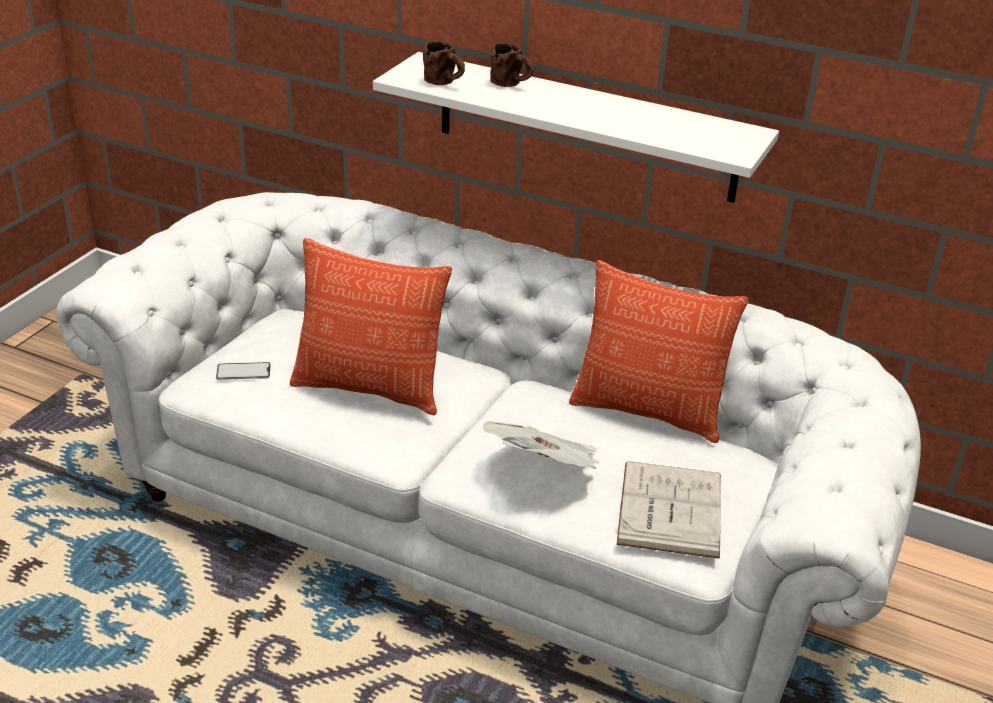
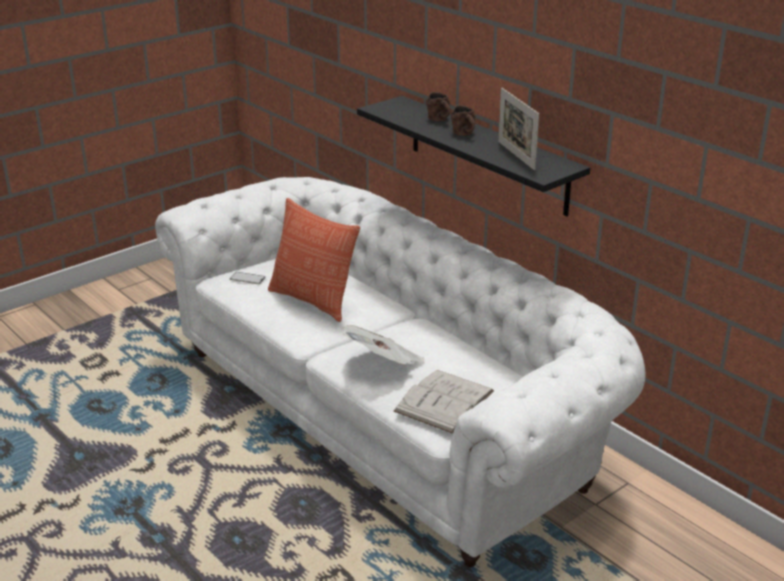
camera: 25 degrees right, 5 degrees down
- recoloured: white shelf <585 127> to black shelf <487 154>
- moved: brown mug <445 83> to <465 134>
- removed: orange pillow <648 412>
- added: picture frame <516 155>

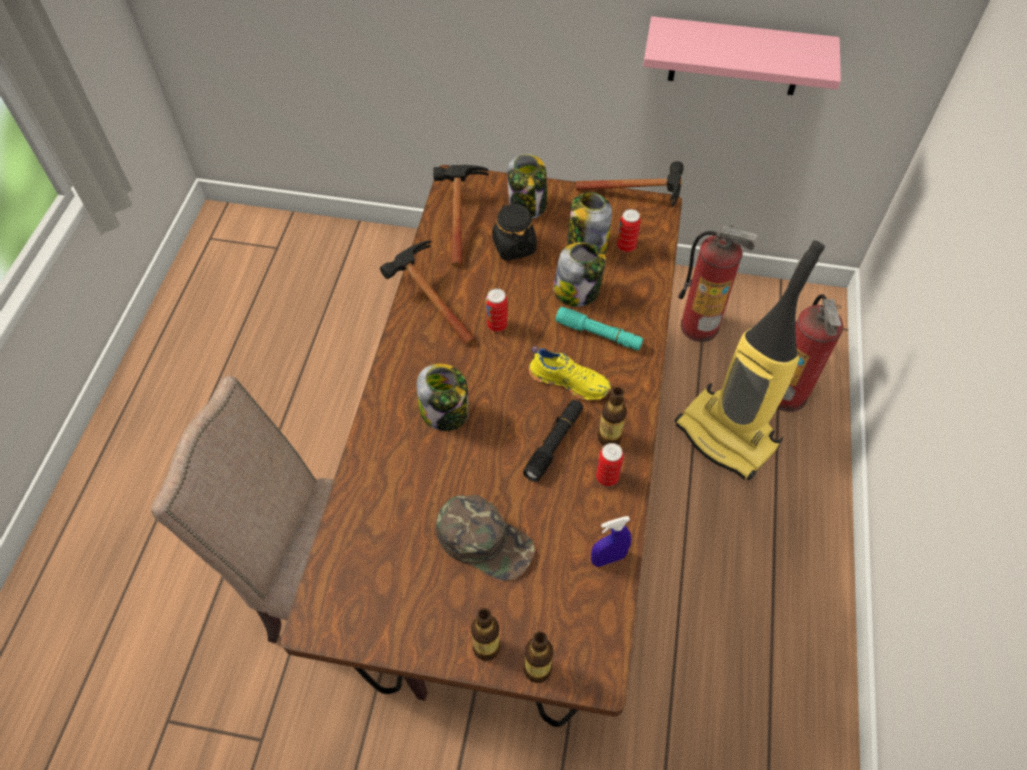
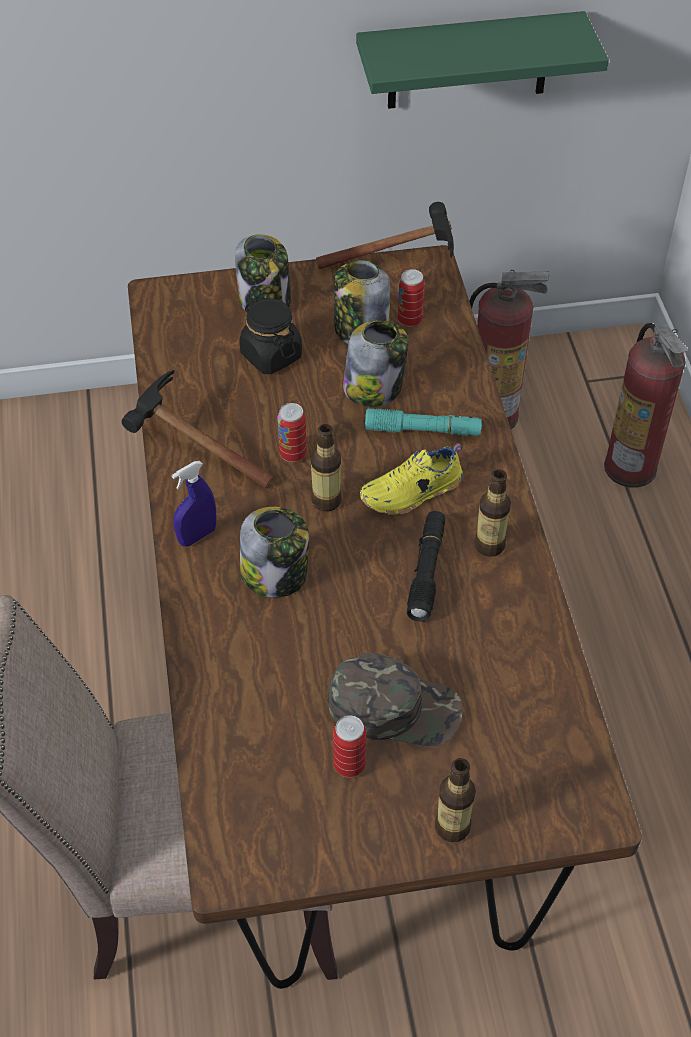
camera: 20 degrees left, 5 degrees down
- removed: hammer <458 216>
- moved: bottle <537 669> to <326 500>
- turned: yellow shoe <569 380> = <412 494> 150 degrees clockwise
- moved: blue spray bottle <608 558> to <197 536>
- moved: can <607 477> to <349 765>
- recoloured: pink shelf <737 57> to green shelf <468 61>
- removed: vacuum cleaner <728 436>

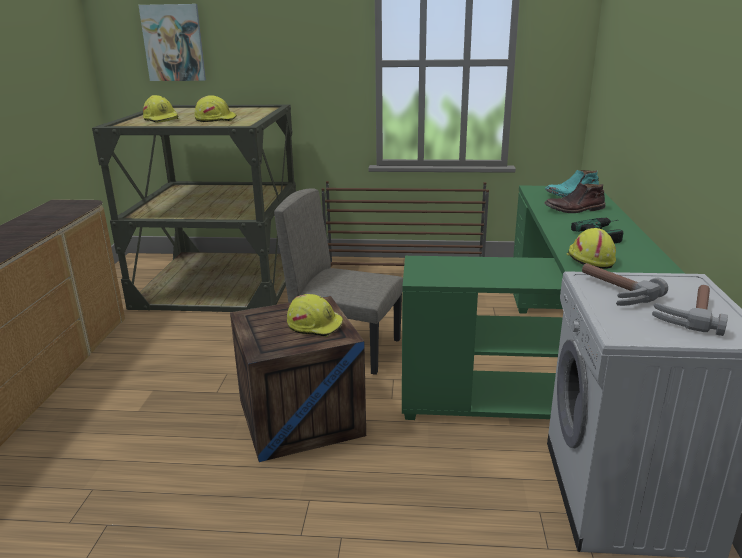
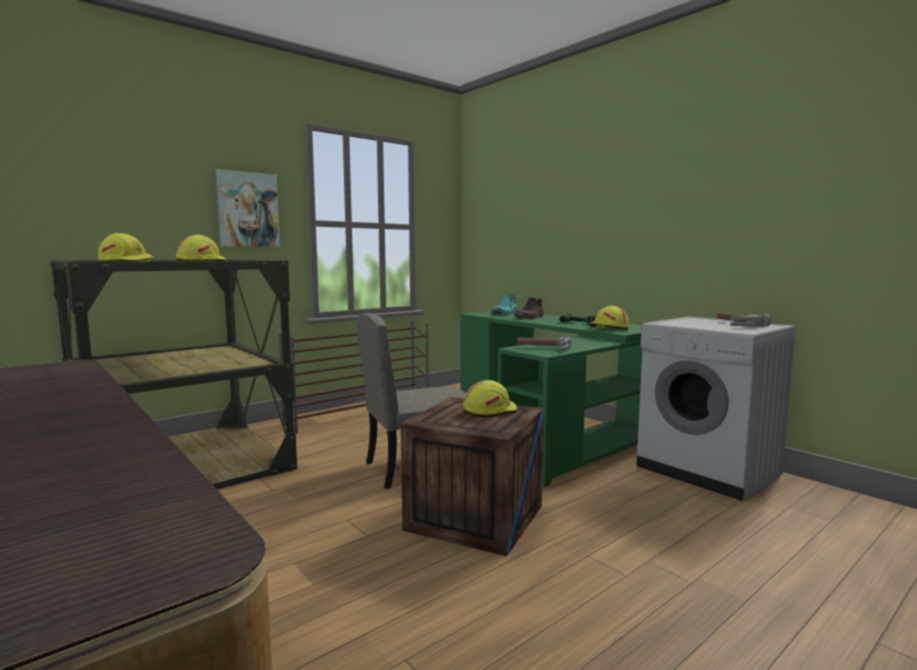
camera: 45 degrees left, 15 degrees down
- moved: picture <173 43> to <247 209>
- moved: hammer <611 291> to <543 349>

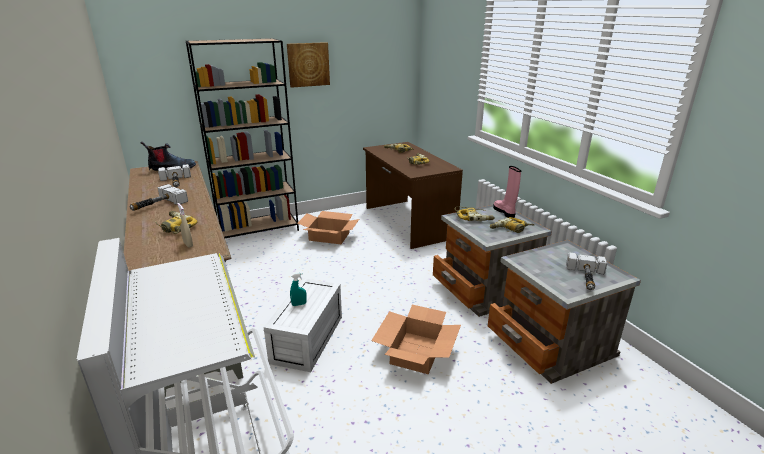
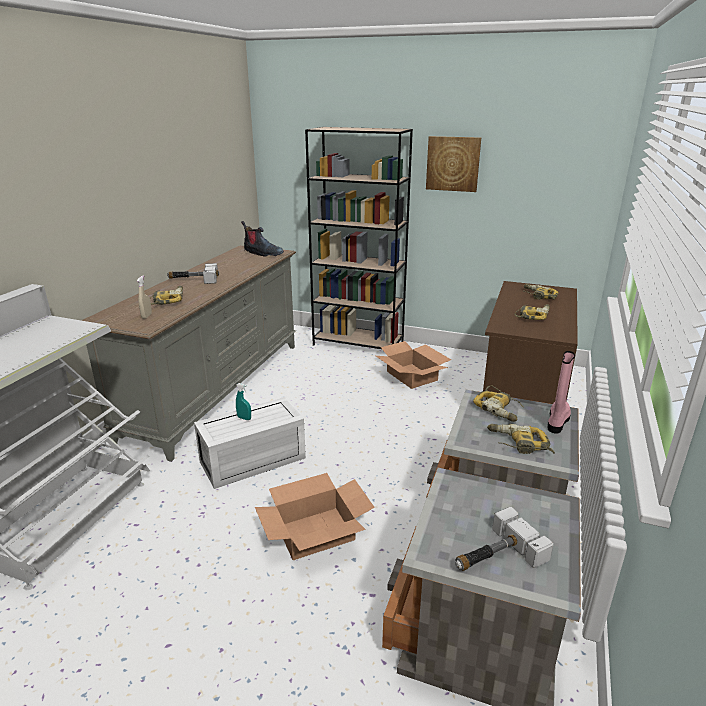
camera: 45 degrees right, 0 degrees up
- removed: hammer <176 182>

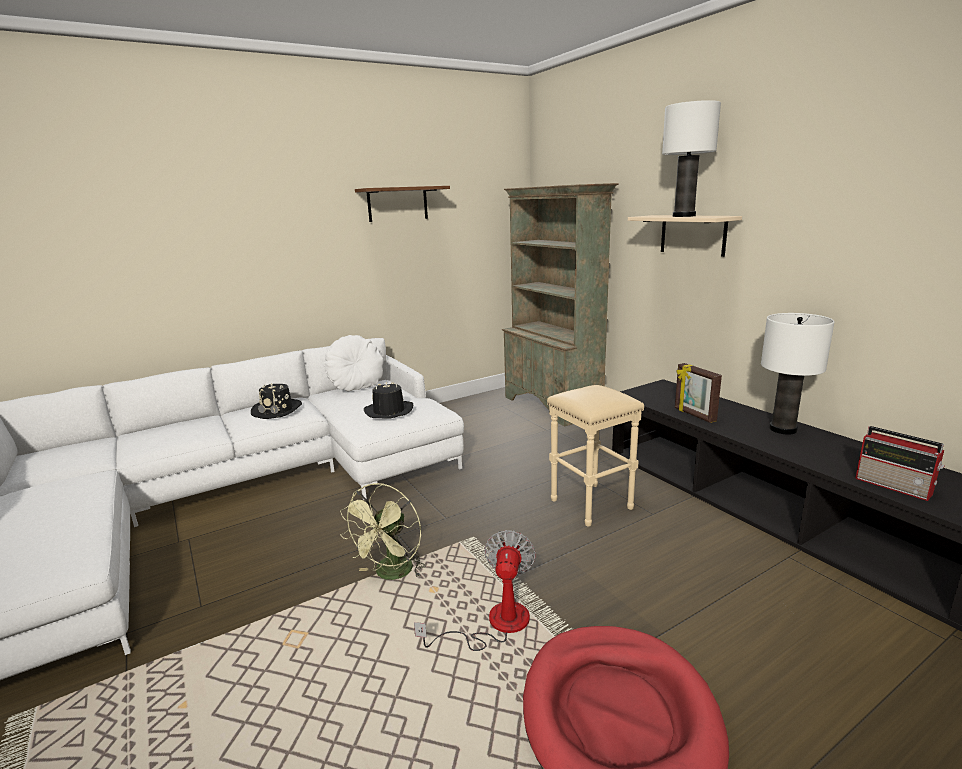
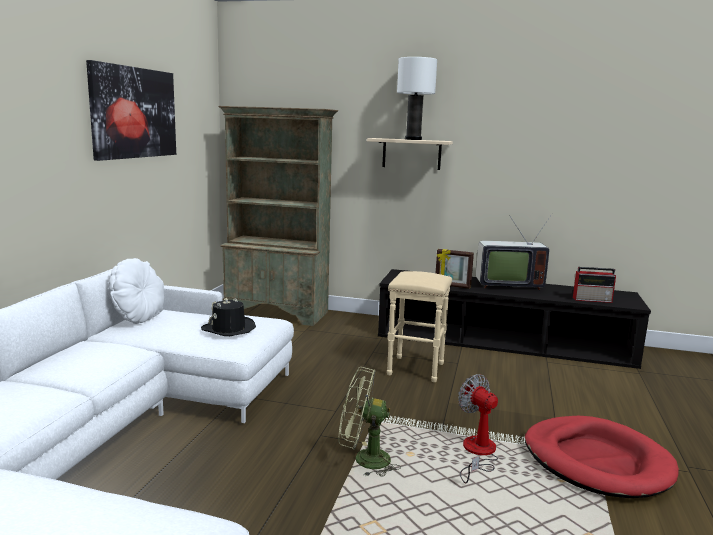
camera: 45 degrees left, 5 degrees down
- removed: black hat <277 410>
- turned: green fan <391 574> = <364 460> 120 degrees clockwise
- replaced: brown shelf <397 204> to picture <134 113>
- replaced: white table lamp <783 429> to television <507 284>

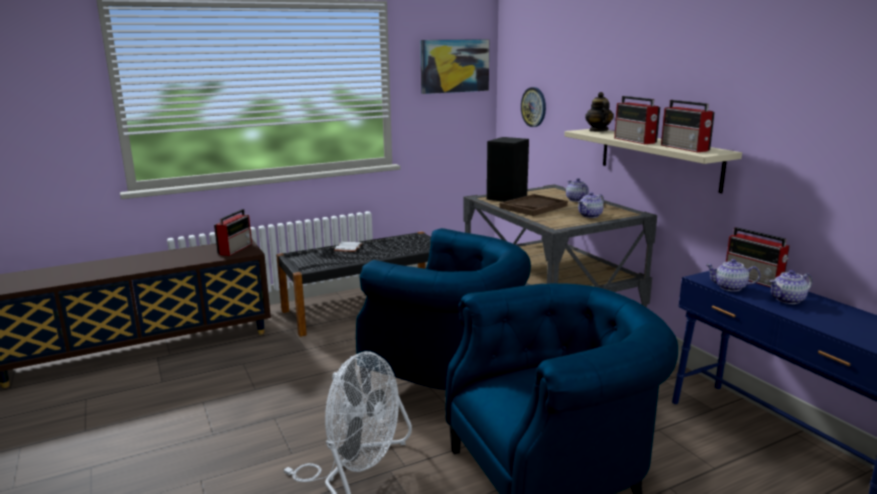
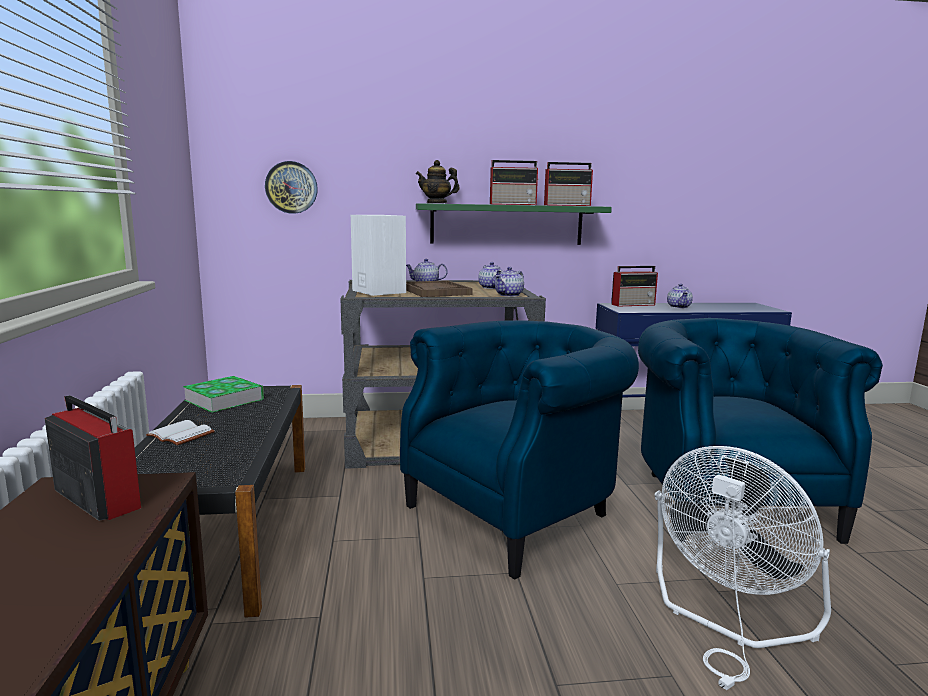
camera: 70 degrees left, 5 degrees down
- removed: picture <454 66>
- recoloured: black speaker <507 197> to white speaker <378 291>
- recoloured: beige shelf <658 158> to green shelf <507 224>
- moved: teapot <729 287> to <509 295>
- added: book <224 400>

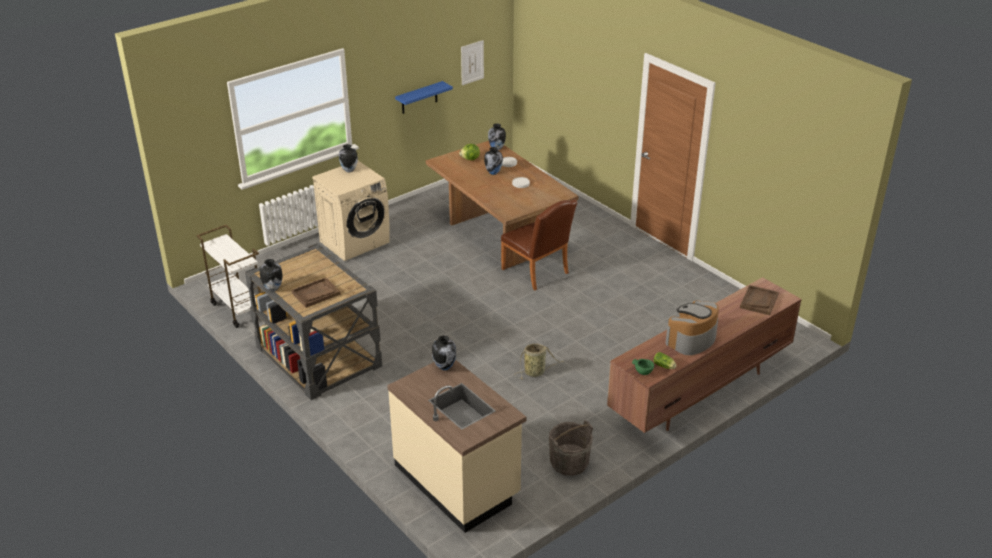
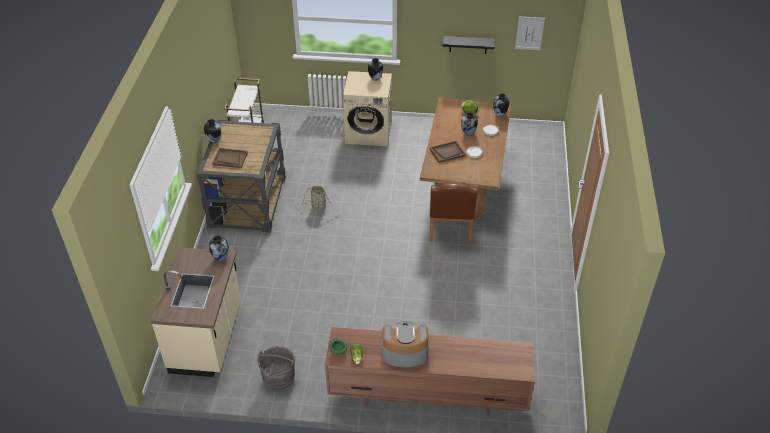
camera: 45 degrees right, 10 degrees up
- recoloured: blue shelf <419 98> to black shelf <468 45>
- moved: basket <536 372> to <319 207>
- moved: brown tray <759 301> to <447 152>

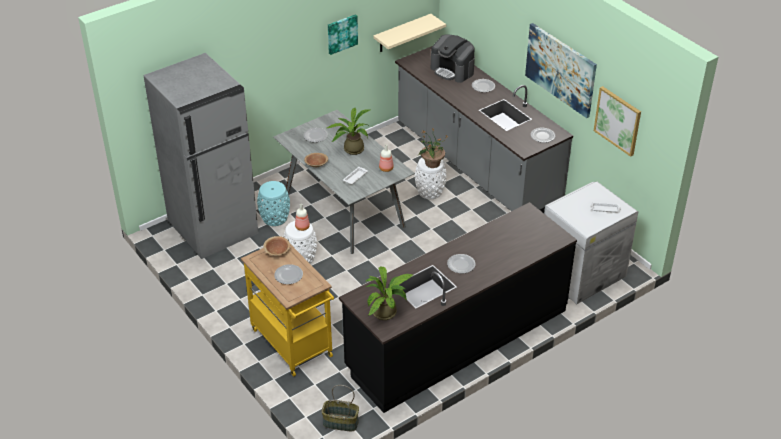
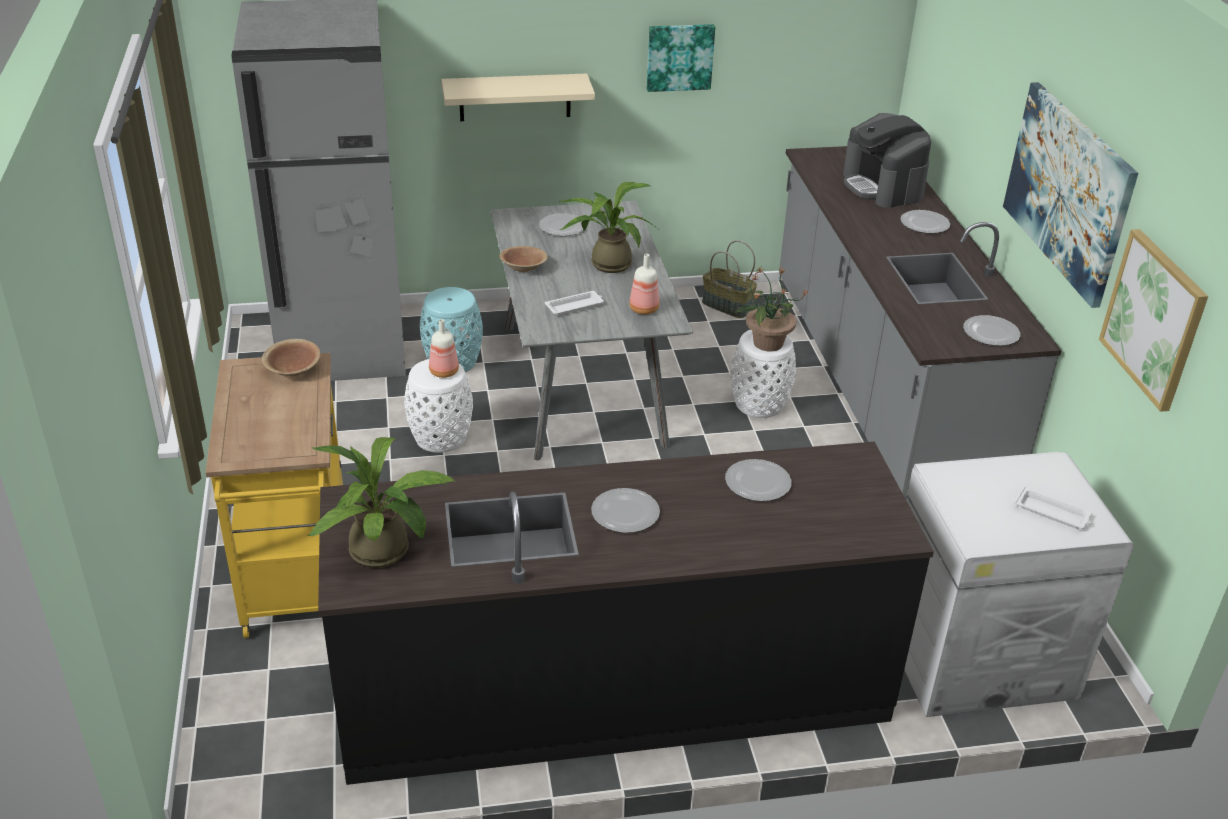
camera: 25 degrees right, 5 degrees down
- moved: plate <288 275> to <757 483>
- moved: basket <340 423> to <726 306>
- moved: beige shelf <402 33> to <515 97>

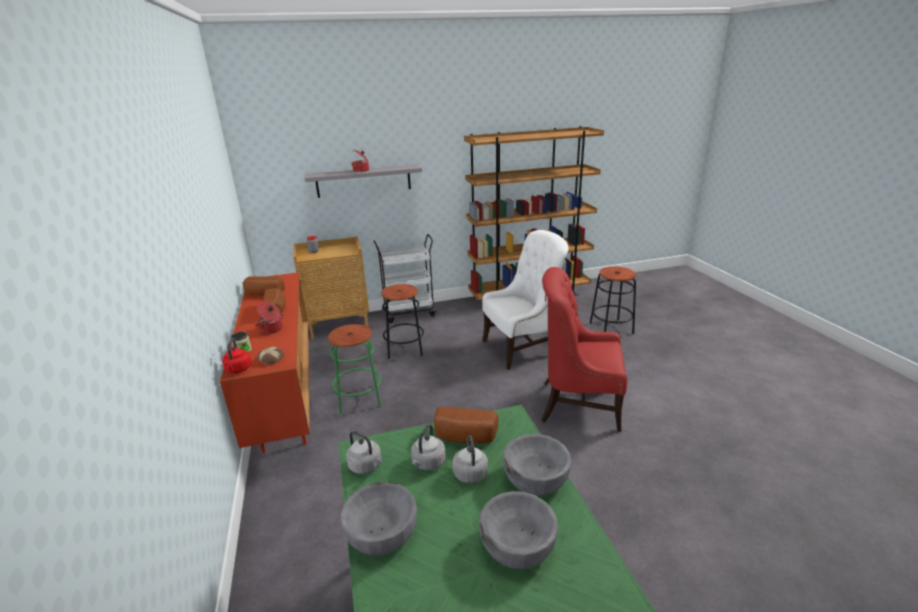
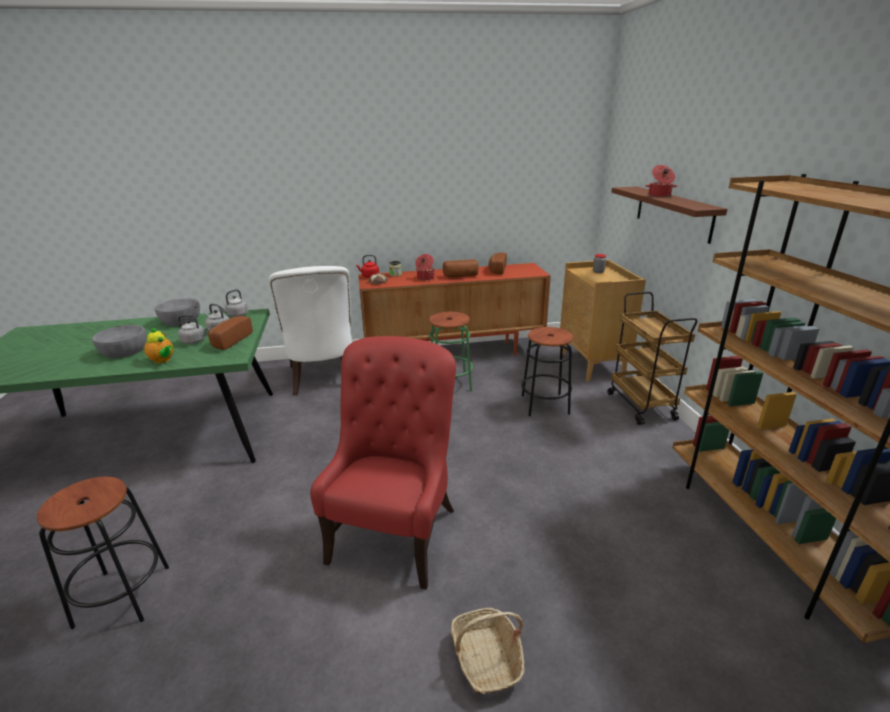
camera: 95 degrees right, 0 degrees up
- recoloured: grey shelf <363 181> to brown shelf <673 213>
- recoloured: white cart <409 313> to brown cart <641 406>
- moved: white chair <523 348> to <323 377>
- replaced: grey bowl <536 478> to teapot <163 360>
- moved: black stool <611 328> to <122 595>
- added: basket <486 659>

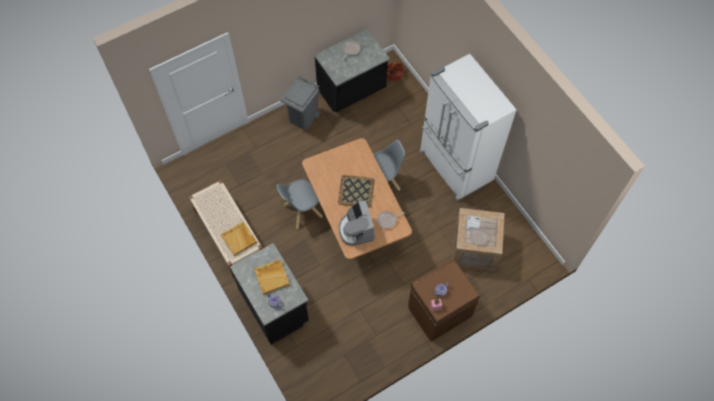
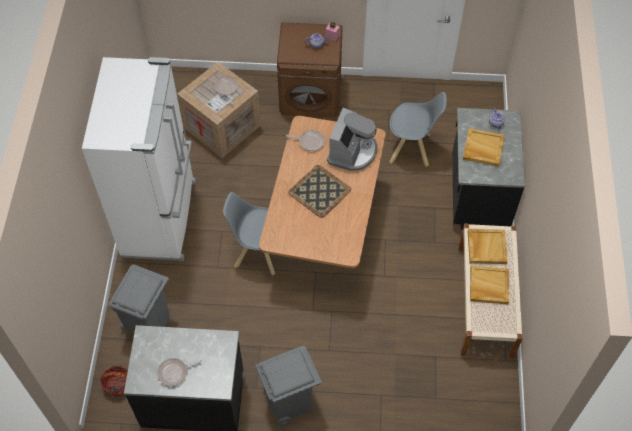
camera: 145 degrees left, 5 degrees down
- moved: grey chair <301 211> to <412 148>
- added: grey trash can <148 322>
- added: beige tray <488 286>

